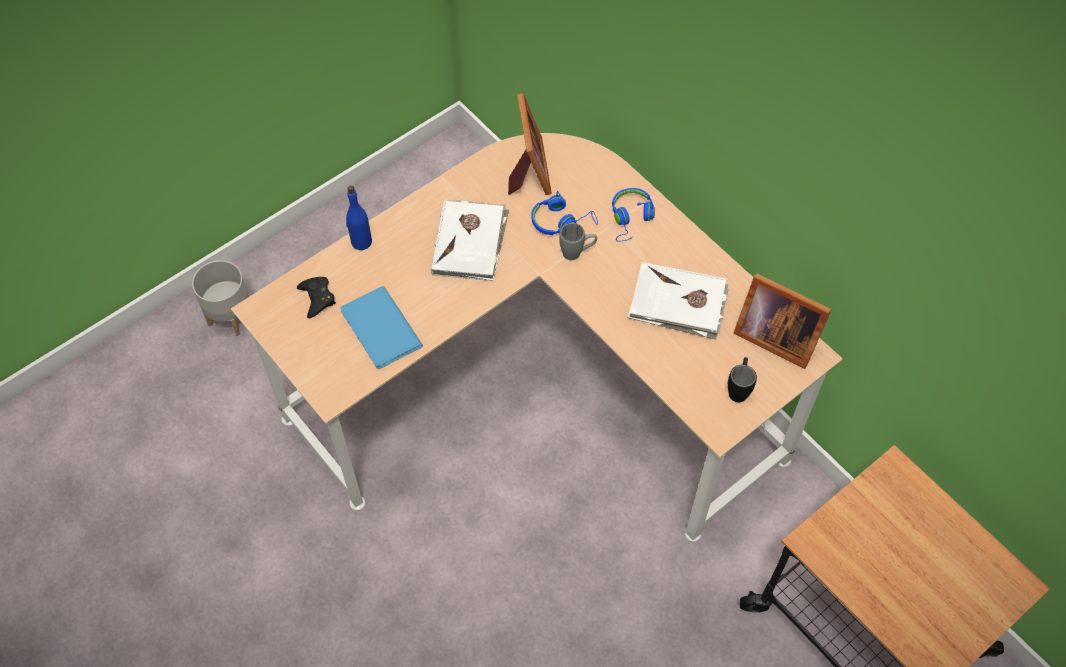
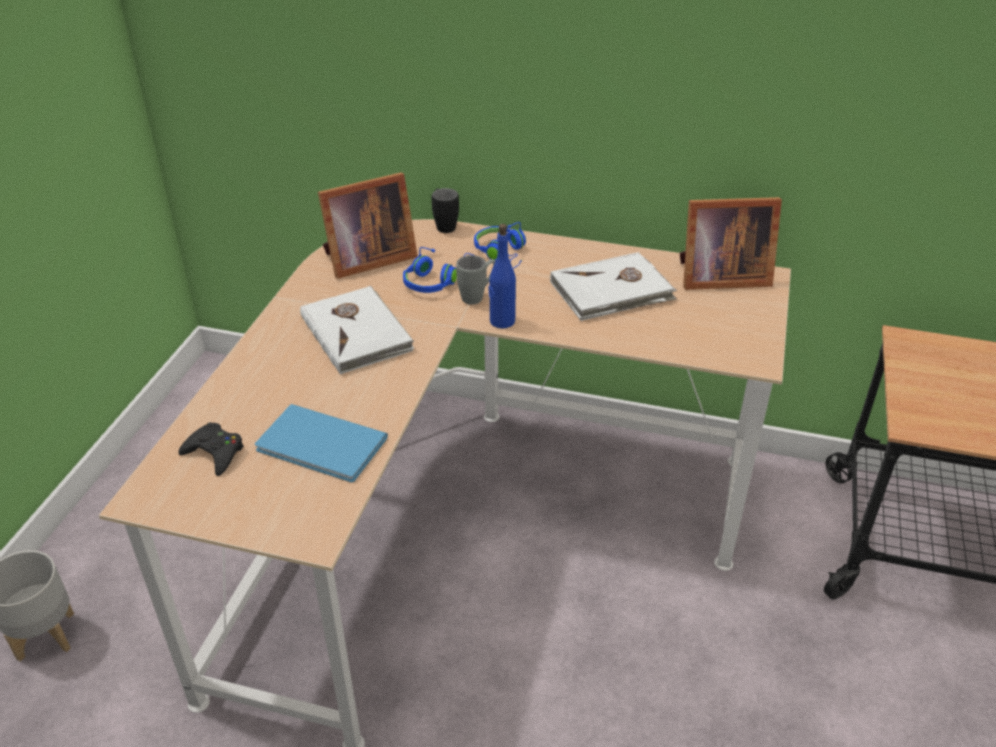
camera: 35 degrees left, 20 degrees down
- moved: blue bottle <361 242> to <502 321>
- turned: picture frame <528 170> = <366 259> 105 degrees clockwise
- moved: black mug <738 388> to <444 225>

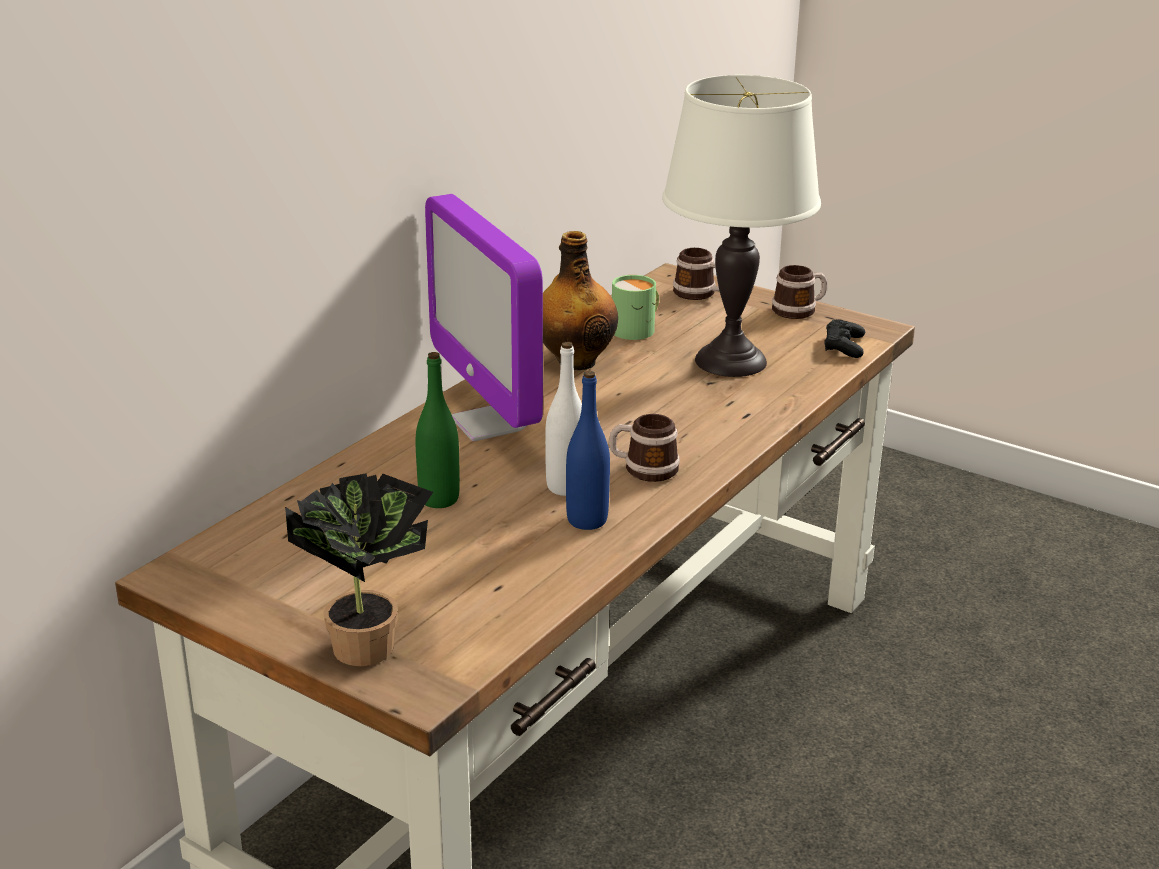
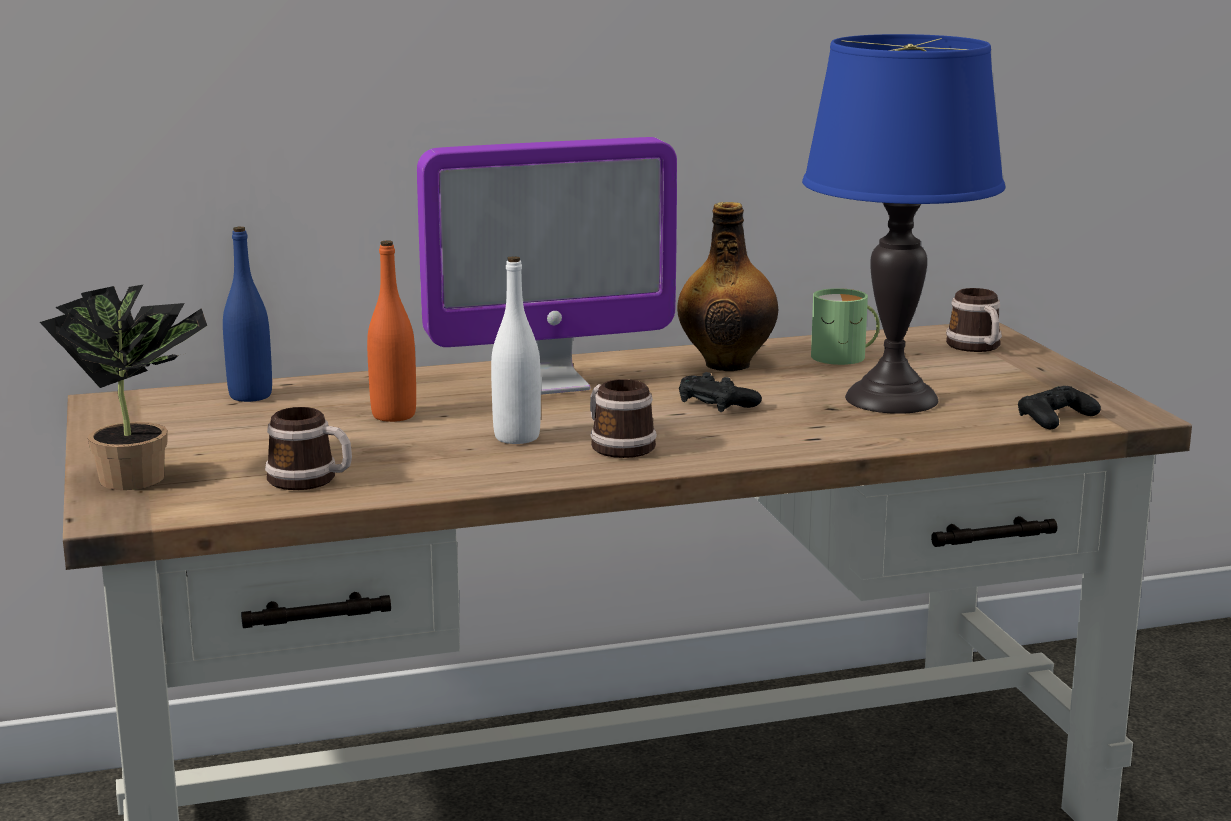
camera: 40 degrees right, 10 degrees down
- recoloured: green bottle <439 499> to orange bottle <393 415>
- turned: monitor <490 423> = <549 383> 120 degrees counterclockwise
- moved: blue bottle <587 520> to <250 396>
- recoloured: white table lamp <730 361> to blue table lamp <890 399>
- moved: mug <799 310> to <311 480>
- added: black game controller <717 403>

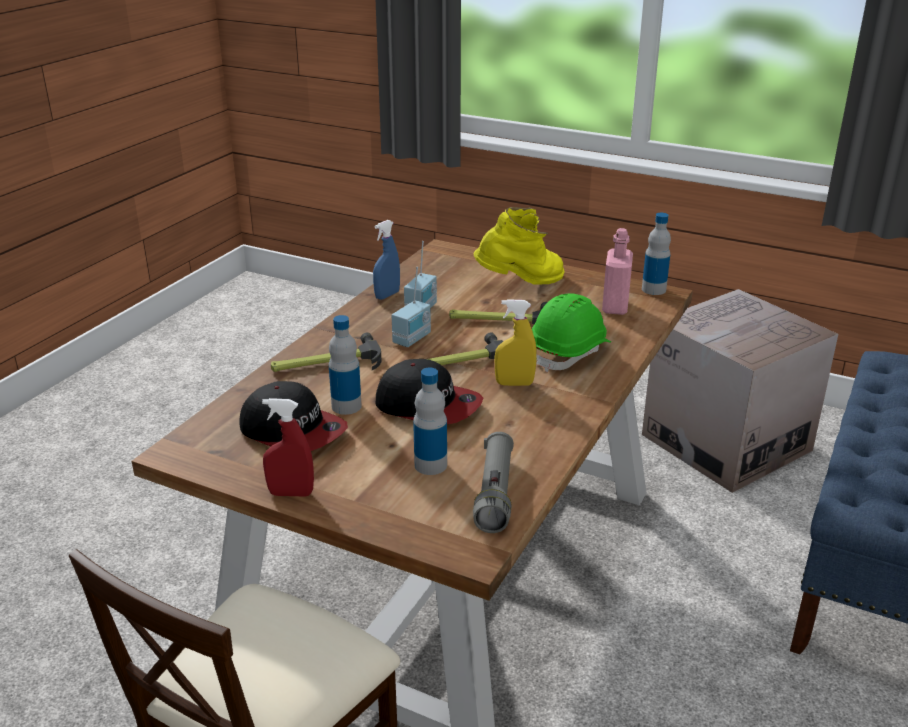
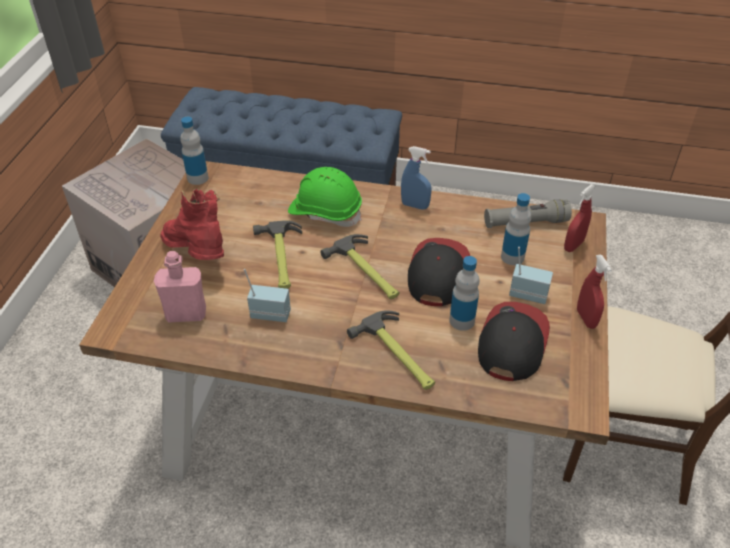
camera: 105 degrees left, 15 degrees up
- moved: blue spray bottle <387 295> to <415 205>
- moved: radio <413 339> to <528 294>
- recoloured: yellow boot <521 284> to red boot <198 256>
- removed: yellow spray bottle <514 384>
- moved: pink bottle <615 306> to <186 314>
- added: red spray bottle <573 245>

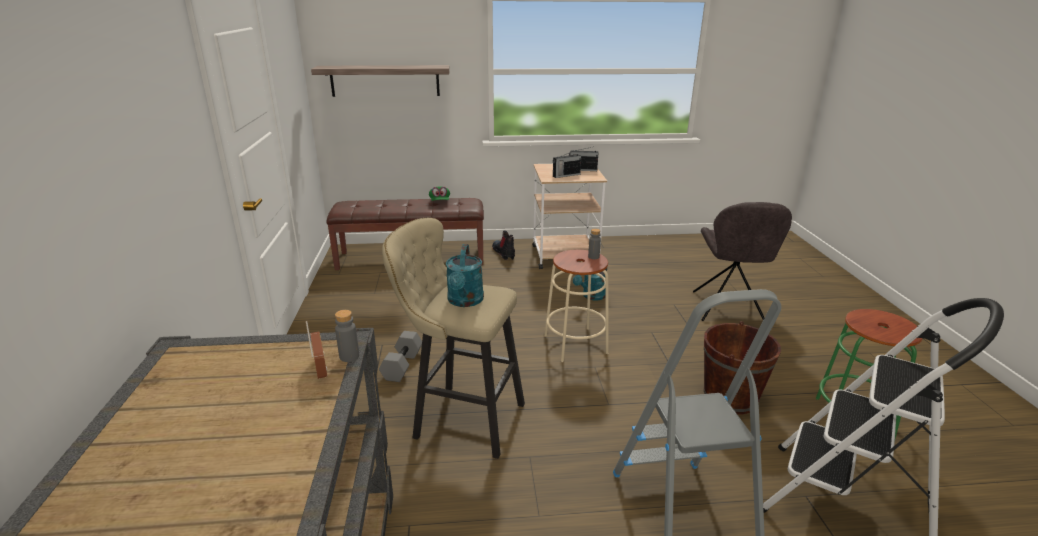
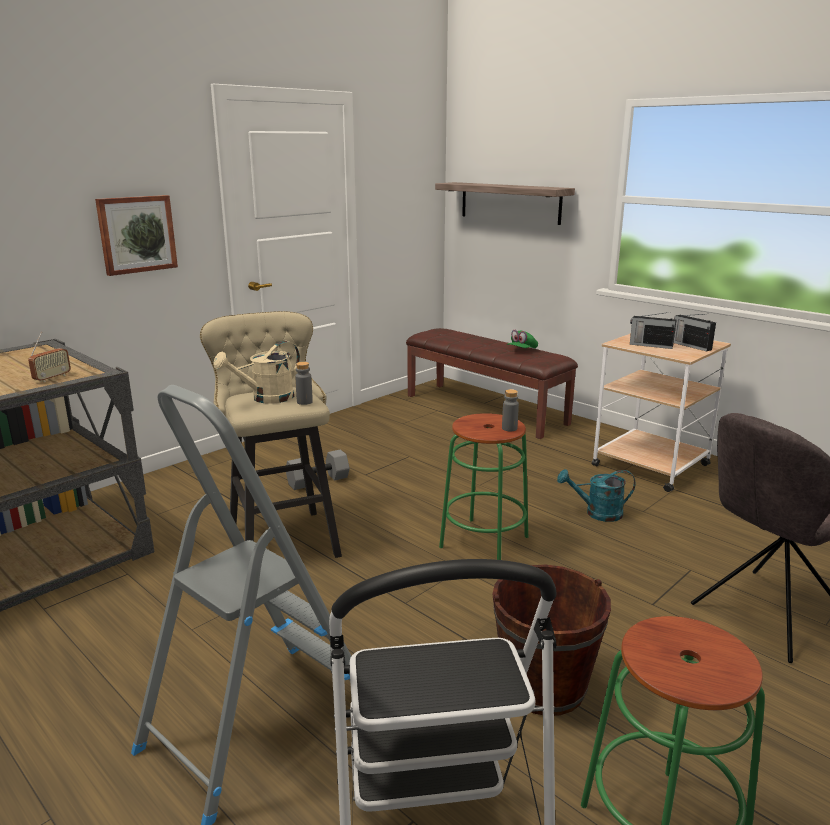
camera: 50 degrees right, 5 degrees down
- moved: grey bottle <349 356> to <304 402>
- recoloured: turquoise watering can <465 301> to beige watering can <266 398>
- removed: boot <504 253>
- recoloured: beige stool <575 344> to green stool <484 542>
- added: picture <136 234>

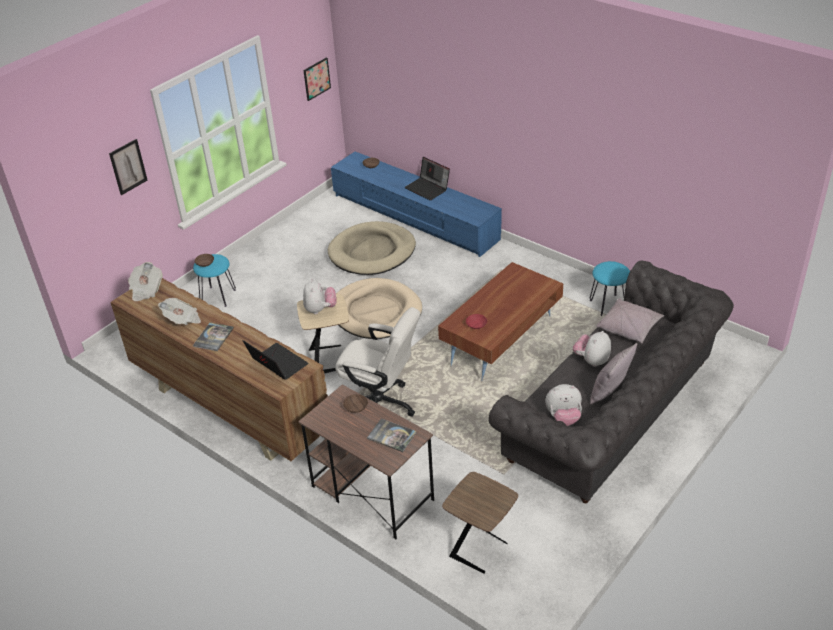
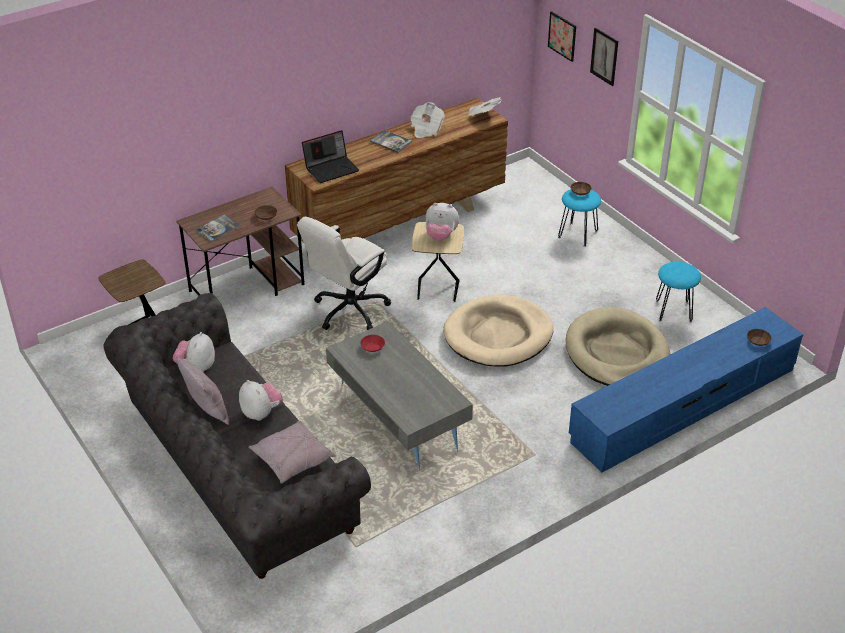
camera: 105 degrees right, 0 degrees up
- moved: picture <316 79> to <562 36>
- removed: laptop <428 188>
- recoloured: brown coffee table <502 342> to grey coffee table <397 418>
- moved: turquoise stool <608 305> to <673 311>

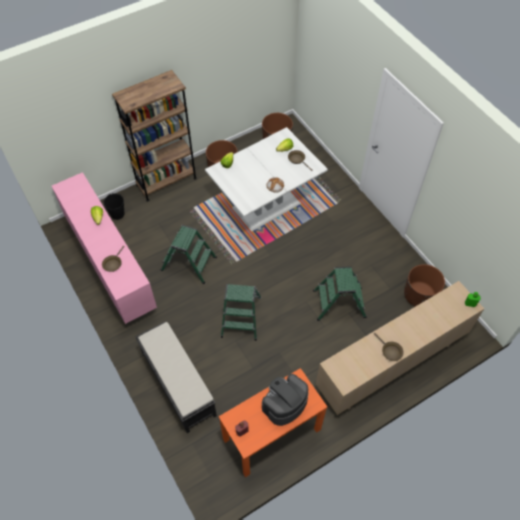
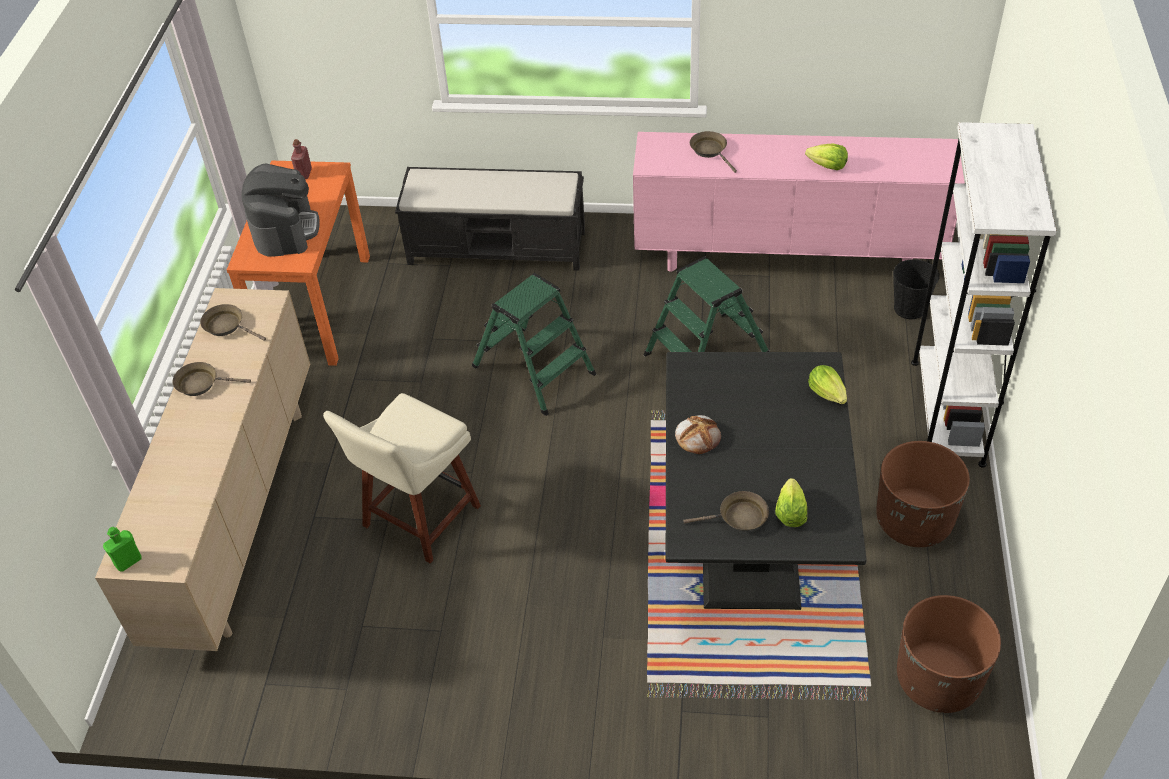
camera: 130 degrees right, 10 degrees down
- recoloured: brown bookcase <166 181> to white bookcase <947 411>
- recoloured: white dining table <265 205> to black dining table <751 541>
- replaced: green step ladder <339 303> to beige stool <417 519>
- removed: brown planter <419 295>
- added: brown frying pan <227 326>

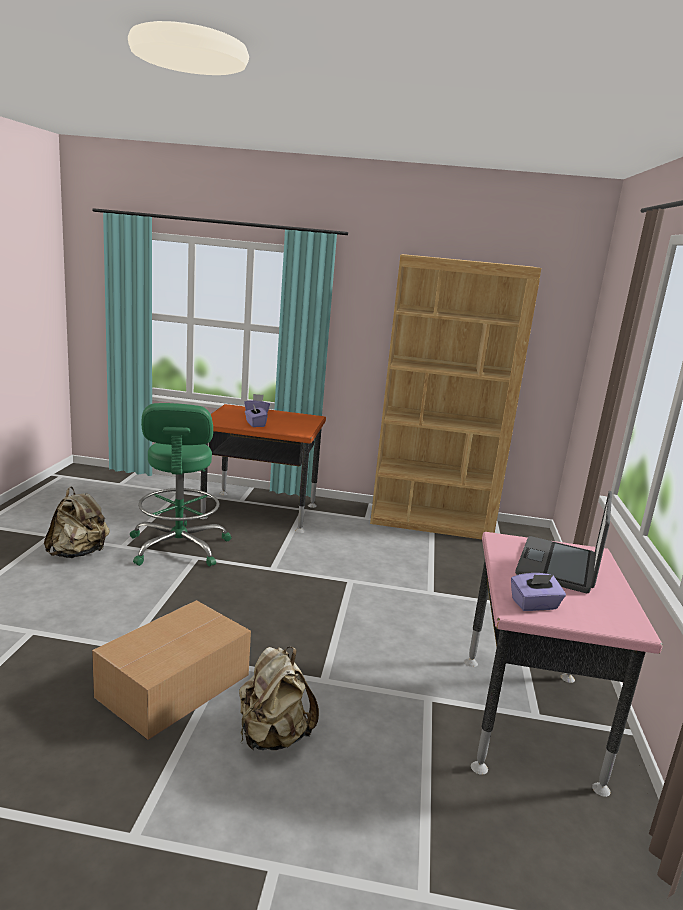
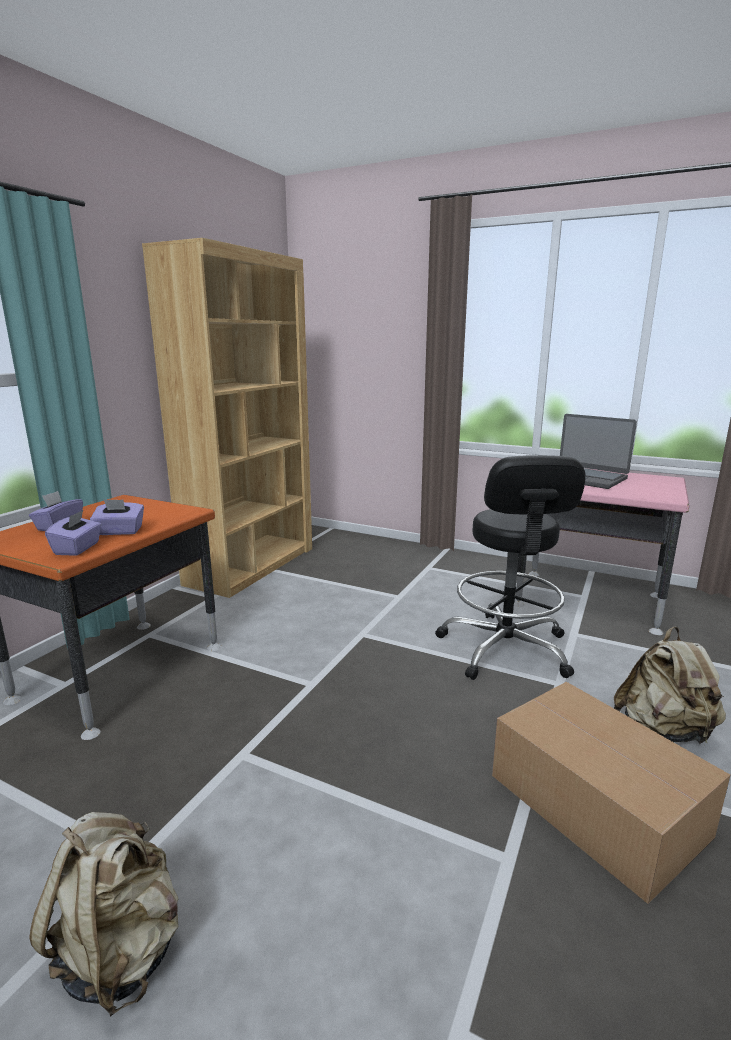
camera: 70 degrees left, 0 degrees up
- removed: green stool <178 547>
- moved: purple tissue box <534 605> to <78 548>
- added: black stool <505 650>

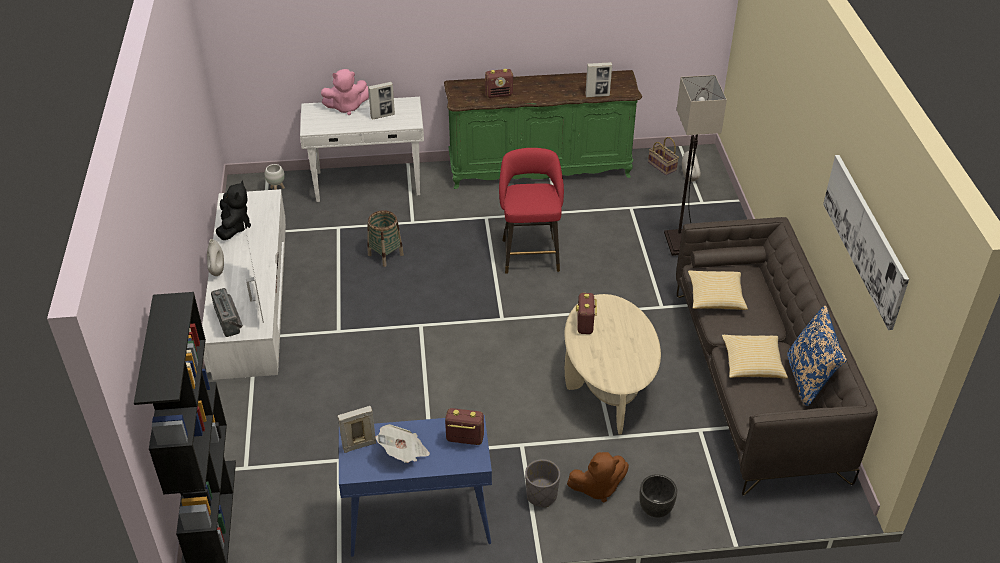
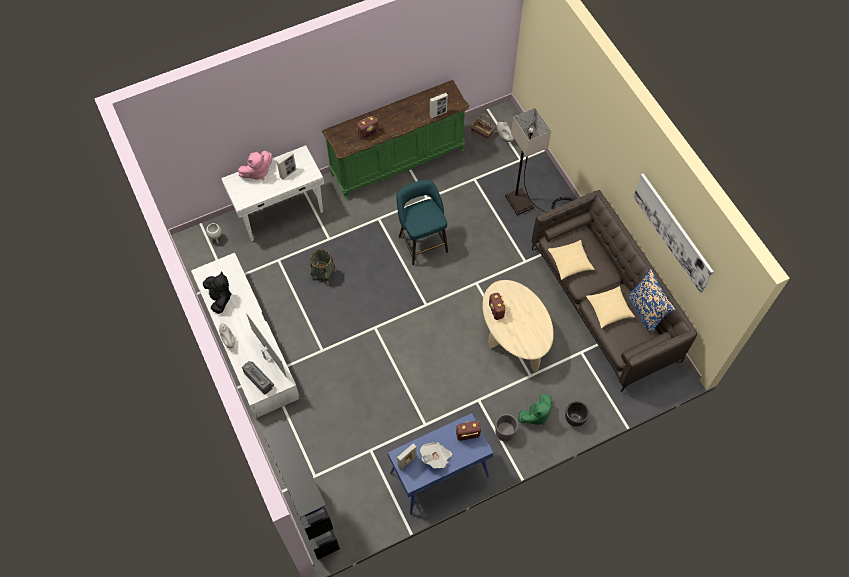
camera: 20 degrees left, 20 degrees up
- recoloured: red stool <530 253> to turquoise stool <422 242>
- recoloured: brown plush toy <597 487> to green plush toy <535 415>

